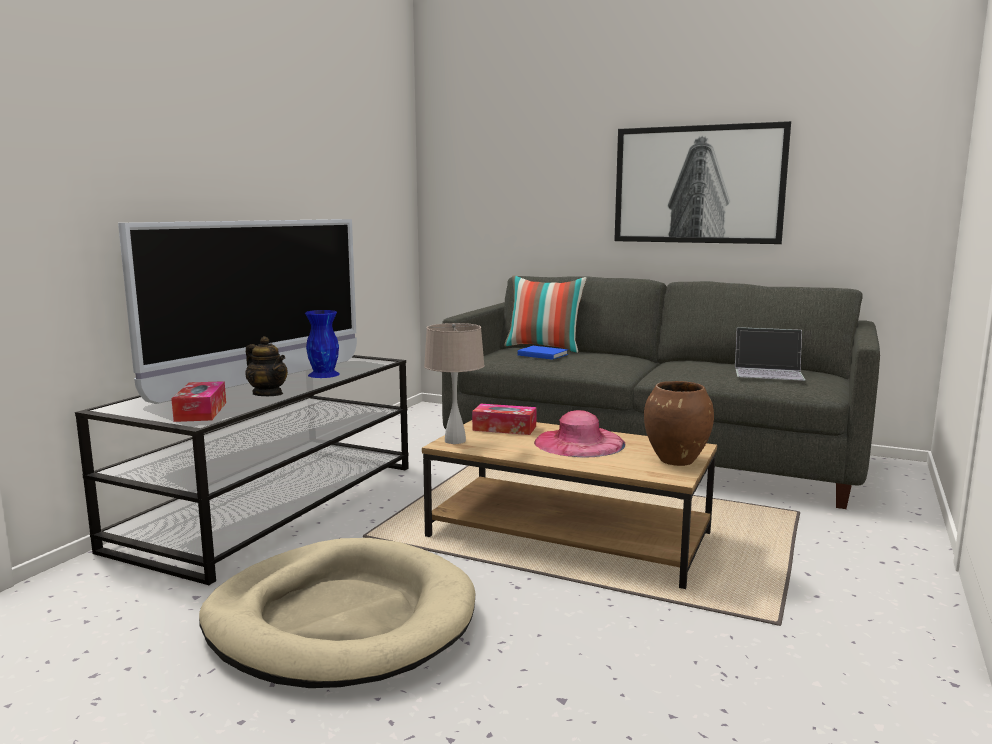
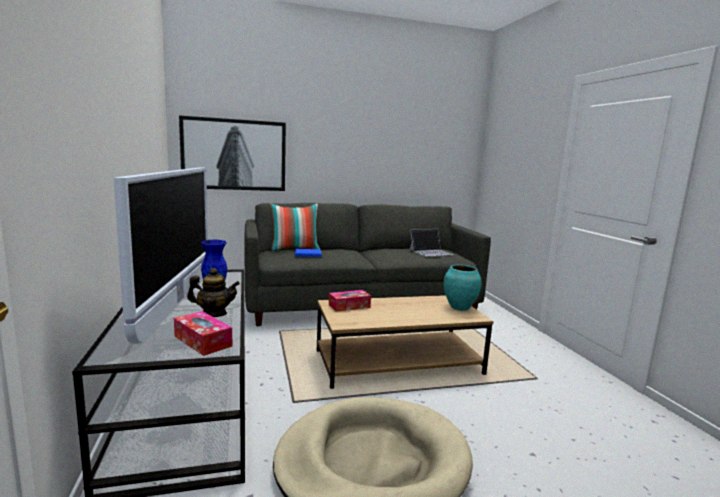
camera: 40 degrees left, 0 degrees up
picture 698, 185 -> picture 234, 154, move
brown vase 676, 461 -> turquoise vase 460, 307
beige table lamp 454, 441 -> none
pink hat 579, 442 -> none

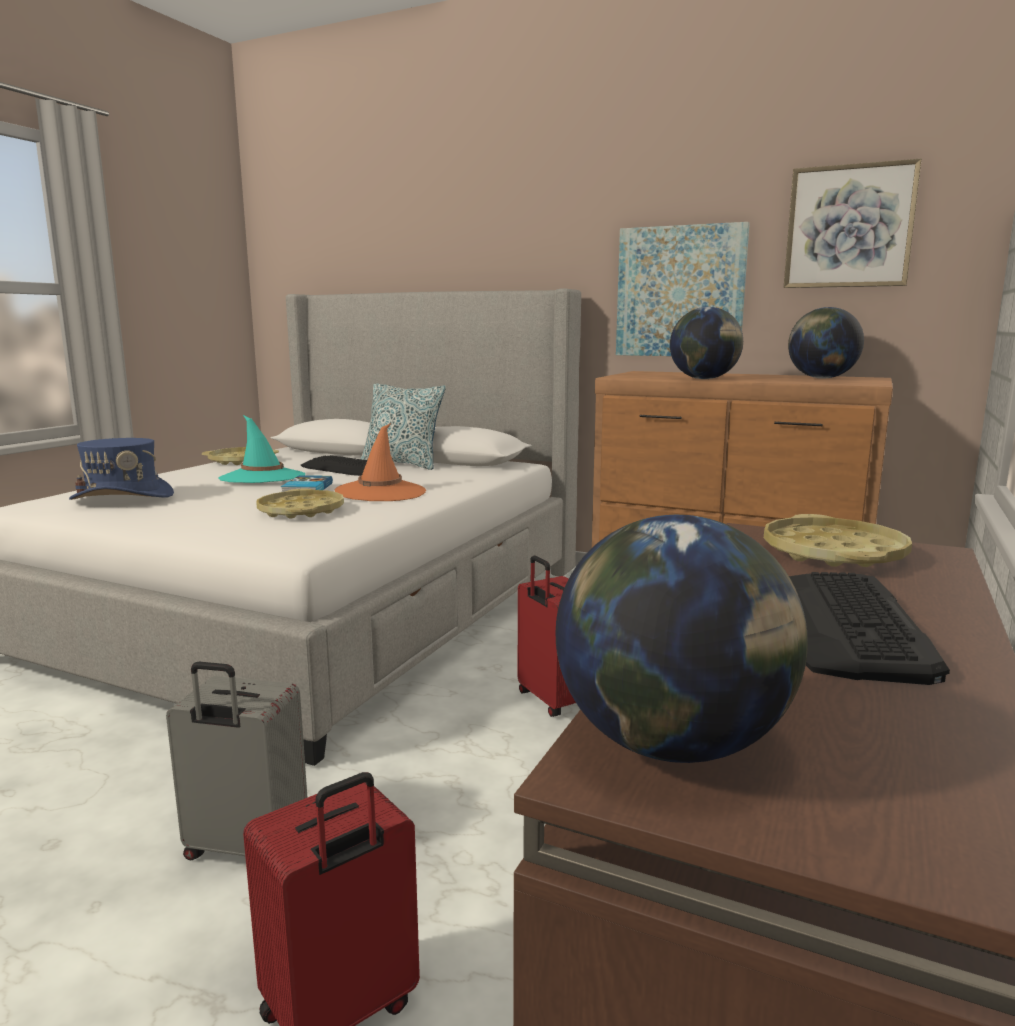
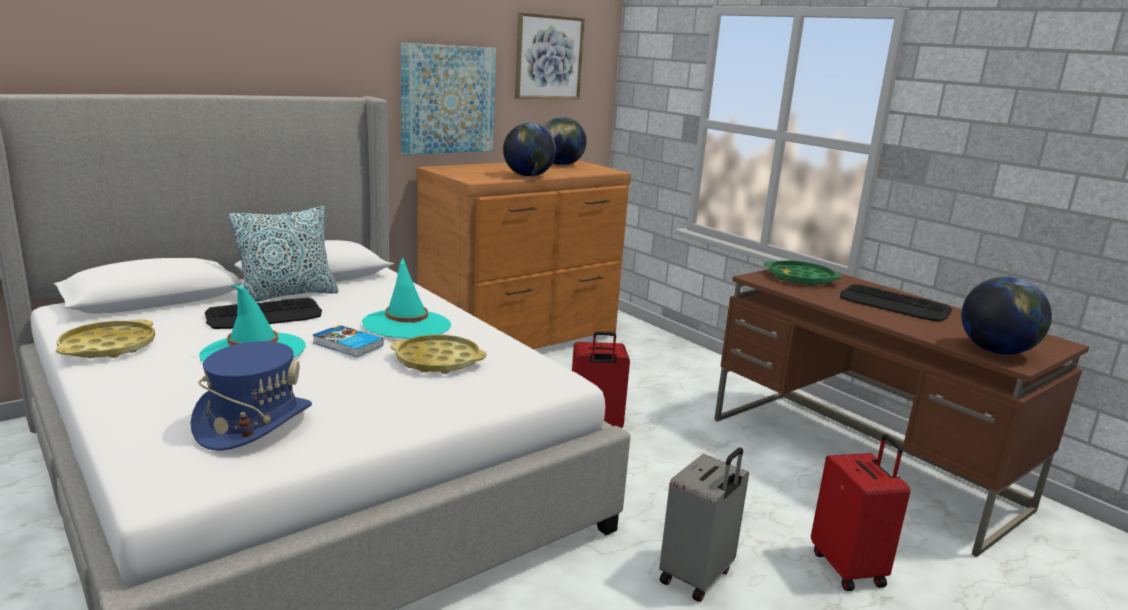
camera: 65 degrees left, 5 degrees up
orange hat 381, 492 -> turquoise hat 407, 325
yellow tray 833, 553 -> green tray 801, 279

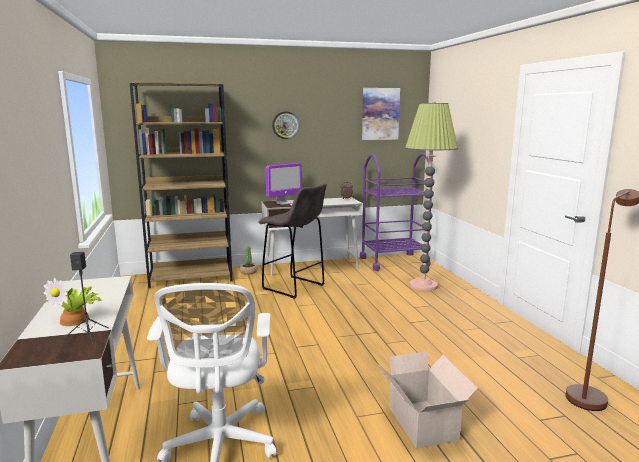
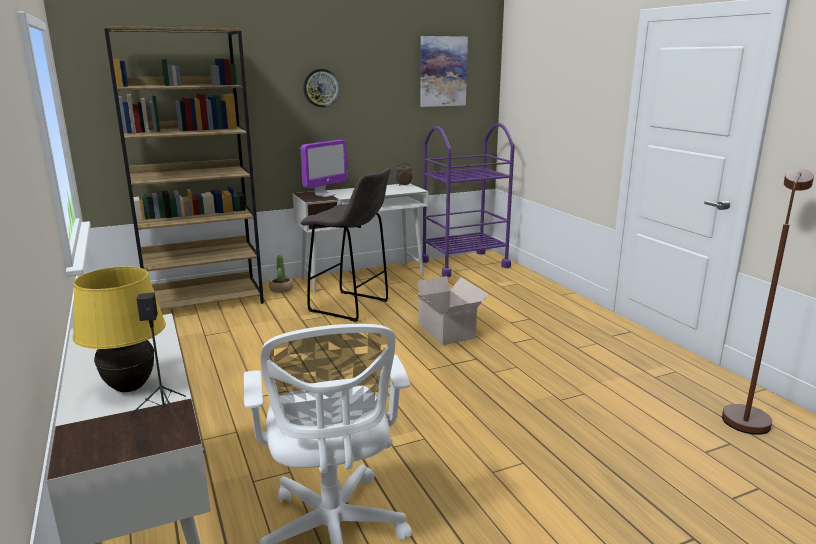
camera: 10 degrees left, 5 degrees up
potted plant 76, 319 -> yellow table lamp 130, 387
cardboard box 422, 425 -> cardboard box 446, 332, move
floor lamp 423, 285 -> none

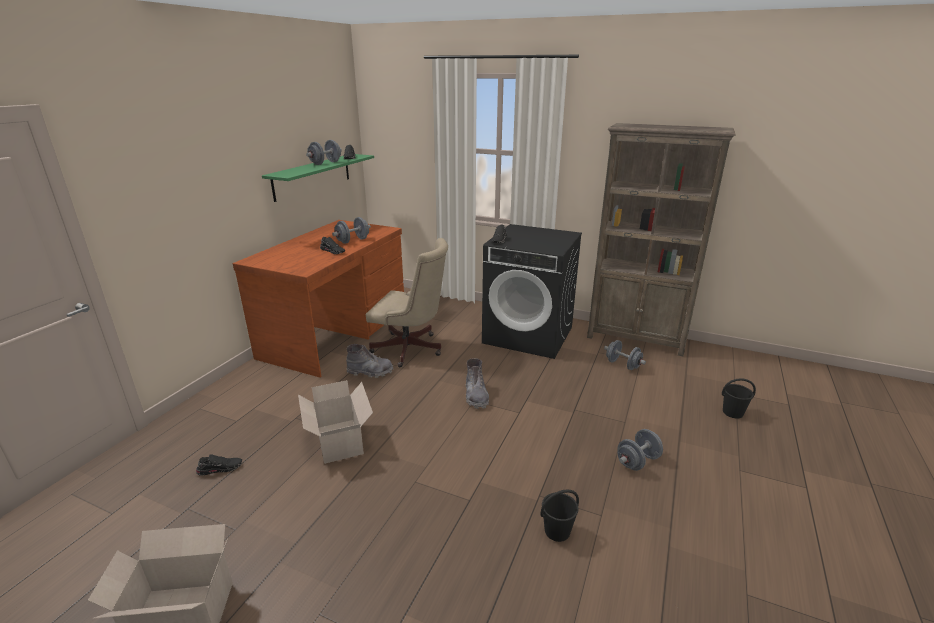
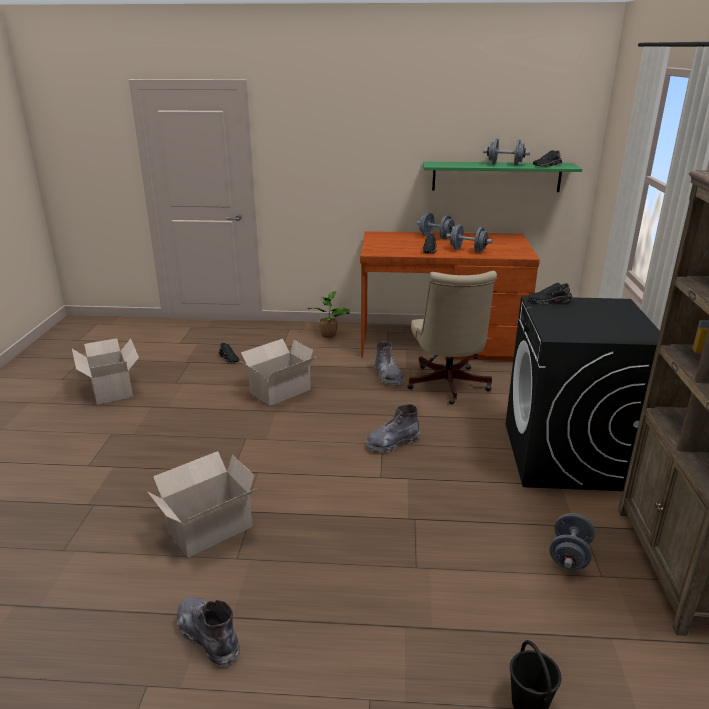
camera: 70 degrees right, 0 degrees up
black bucket 556, 531 -> cardboard box 207, 529
none -> grey boot 208, 637
none -> potted plant 328, 334
grey dumbbell 637, 461 -> grey dumbbell 436, 237, move

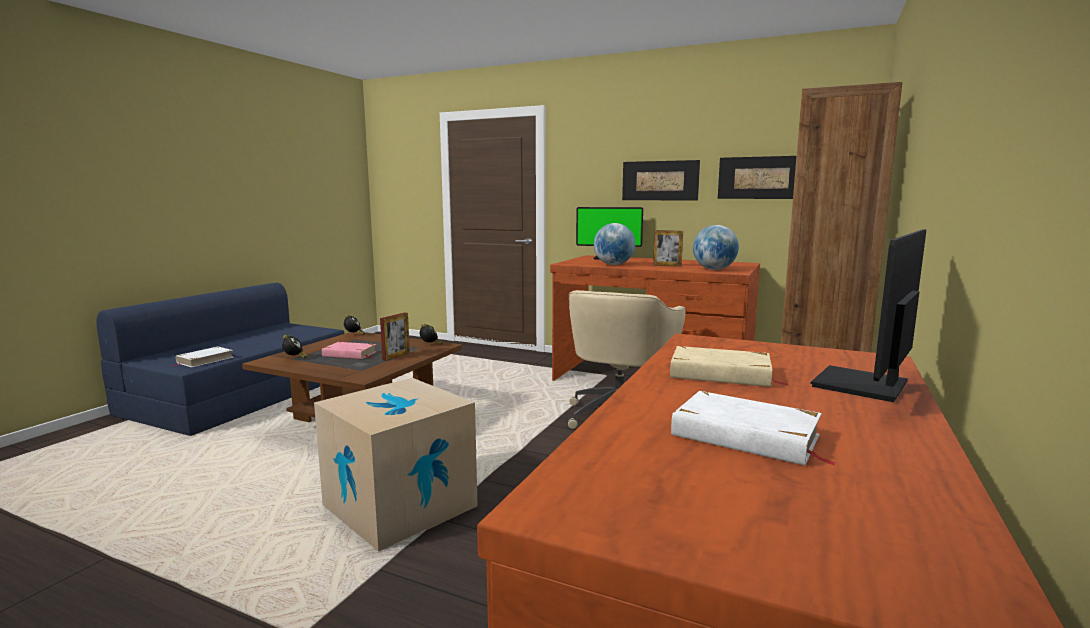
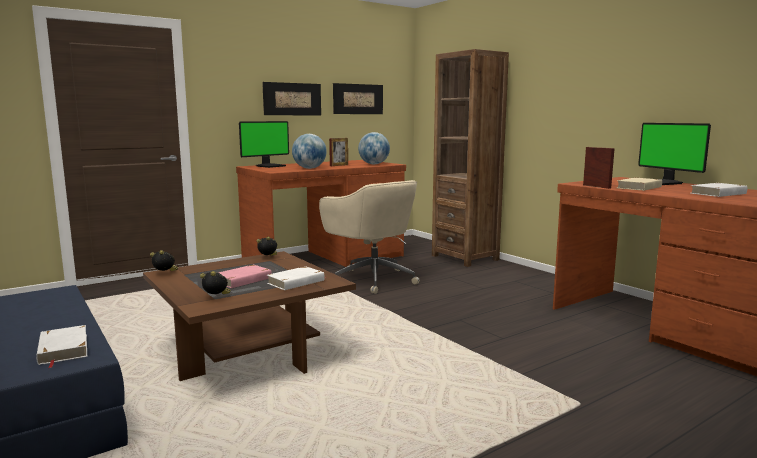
camera: 60 degrees left, 0 degrees up
none -> white book 296, 282
picture frame 396, 356 -> picture frame 596, 186, move
cardboard box 400, 506 -> none

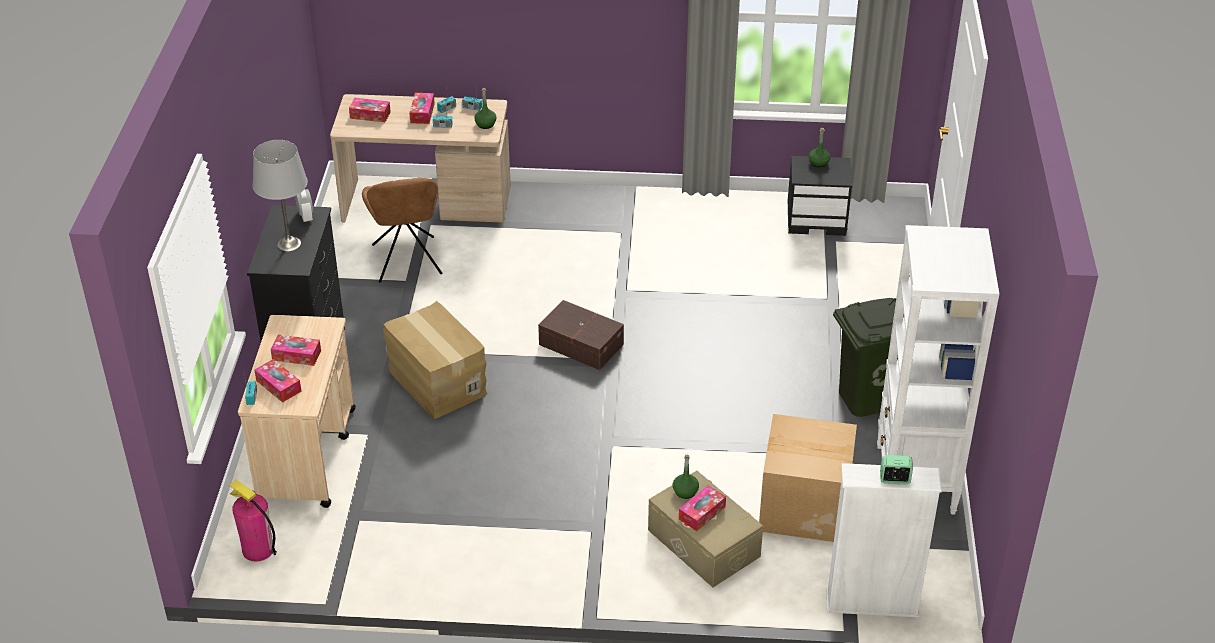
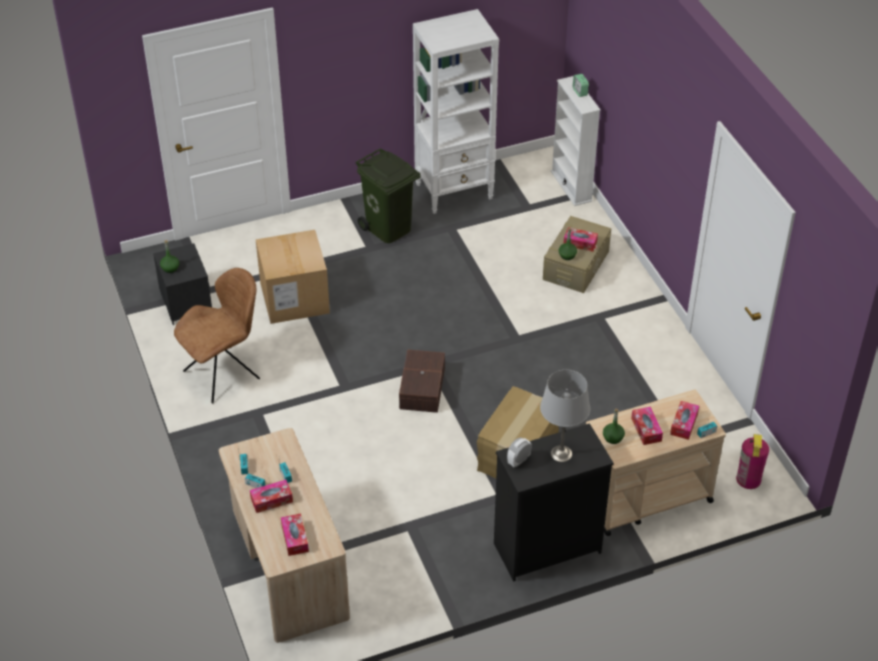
camera: 115 degrees left, 5 degrees up
brown chair 407, 261 -> brown chair 224, 373, move
cardboard box 804, 507 -> cardboard box 294, 298, move
green bottle 485, 124 -> green bottle 613, 437, move

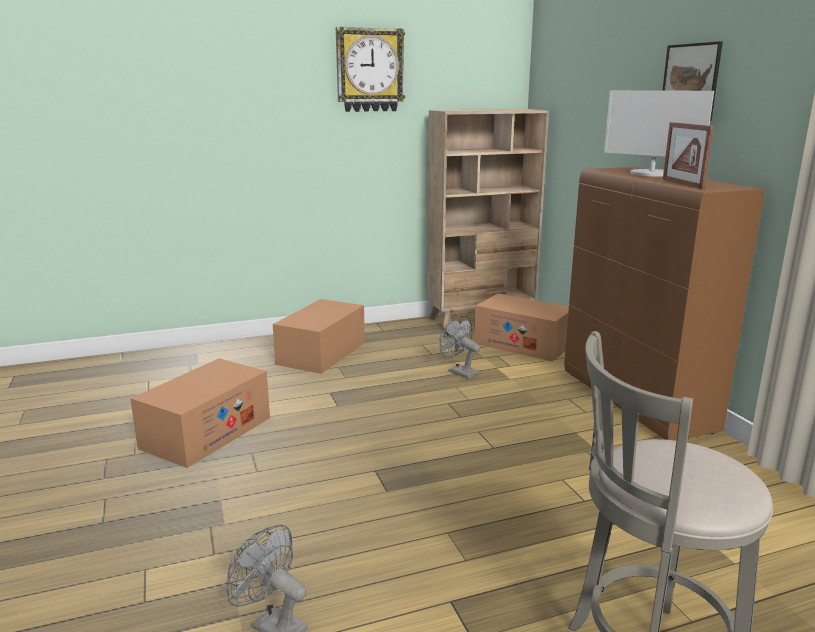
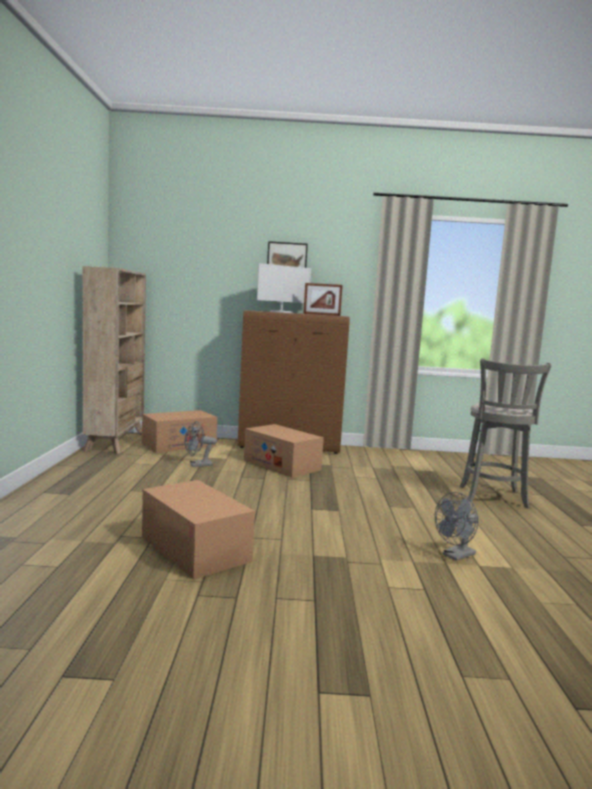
camera: 70 degrees left, 10 degrees down
cardboard box 322, 353 -> cardboard box 282, 465, move
wall clock 369, 70 -> none

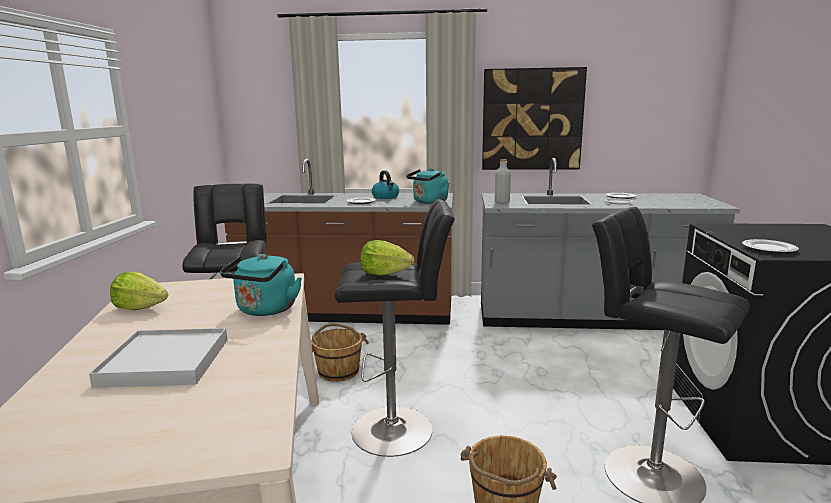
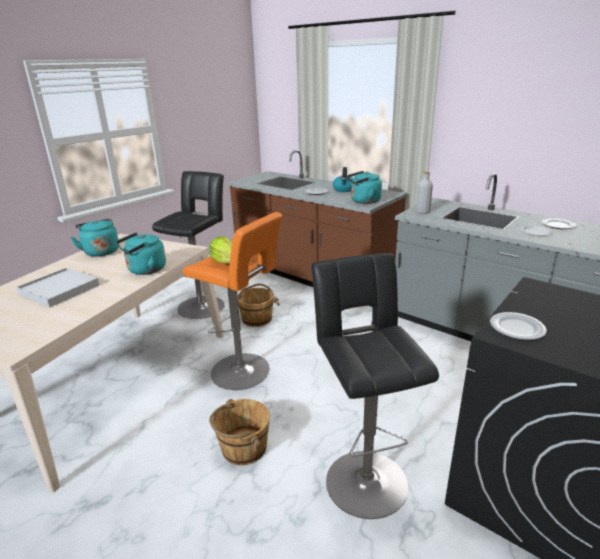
camera: 35 degrees right, 10 degrees up
lettuce 140, 308 -> turquoise kettle 101, 251
black stool 398, 429 -> orange stool 244, 372
picture 532, 119 -> none

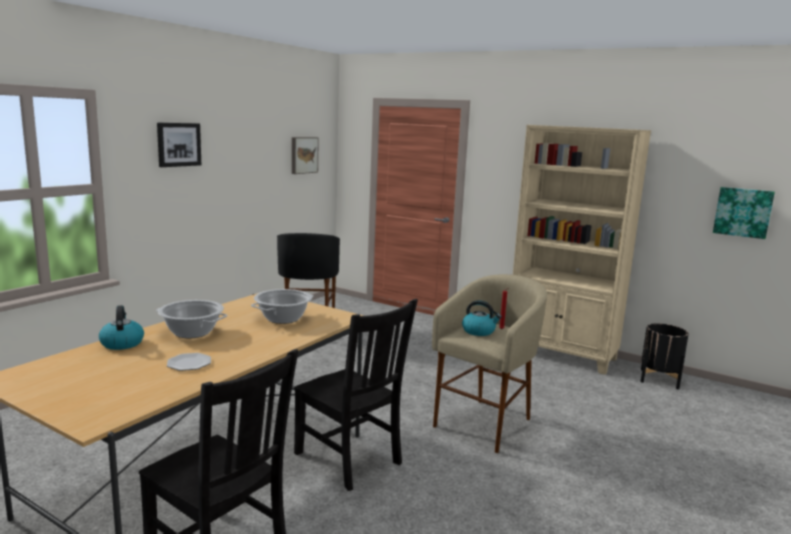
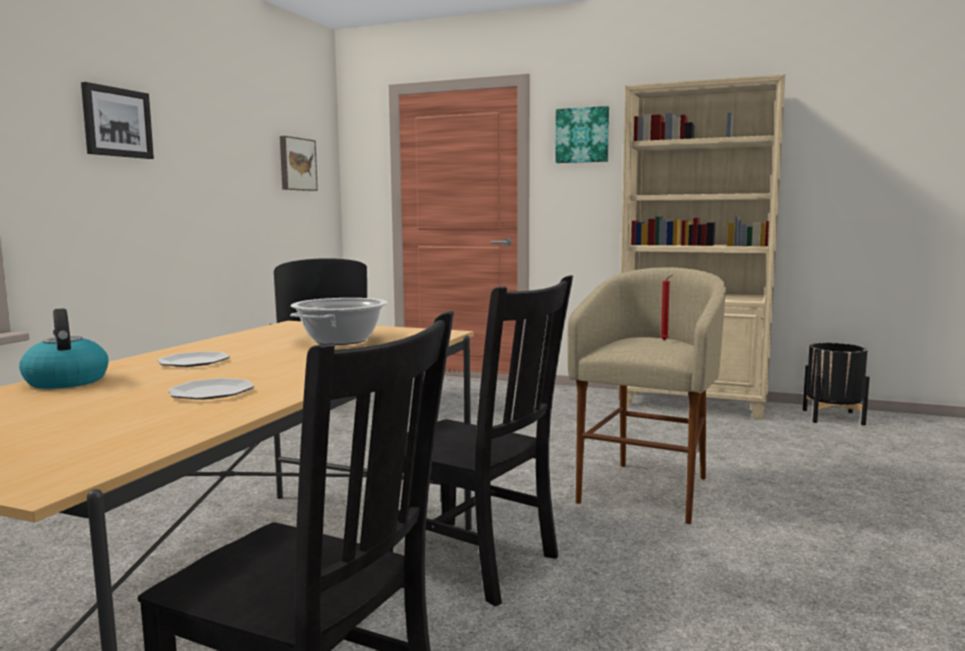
camera: 10 degrees left, 5 degrees down
cooking pot 192, 332 -> plate 194, 362
picture 743, 212 -> picture 582, 135, move
kettle 479, 331 -> none

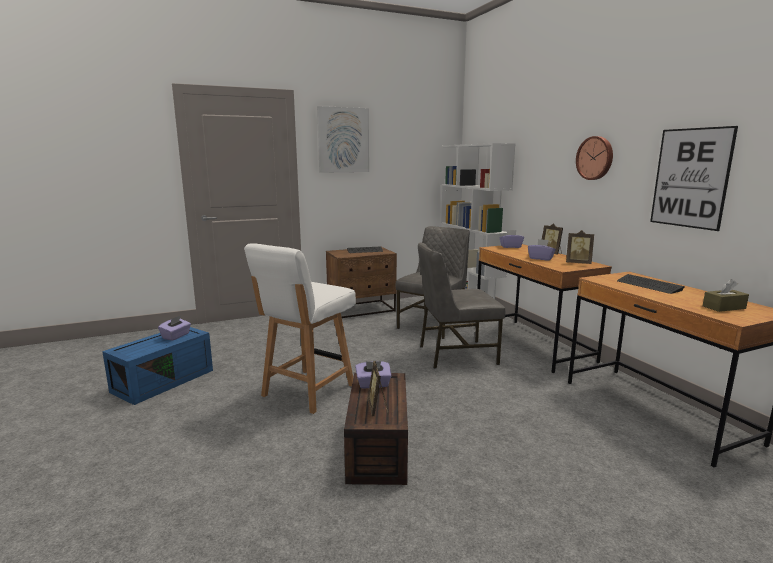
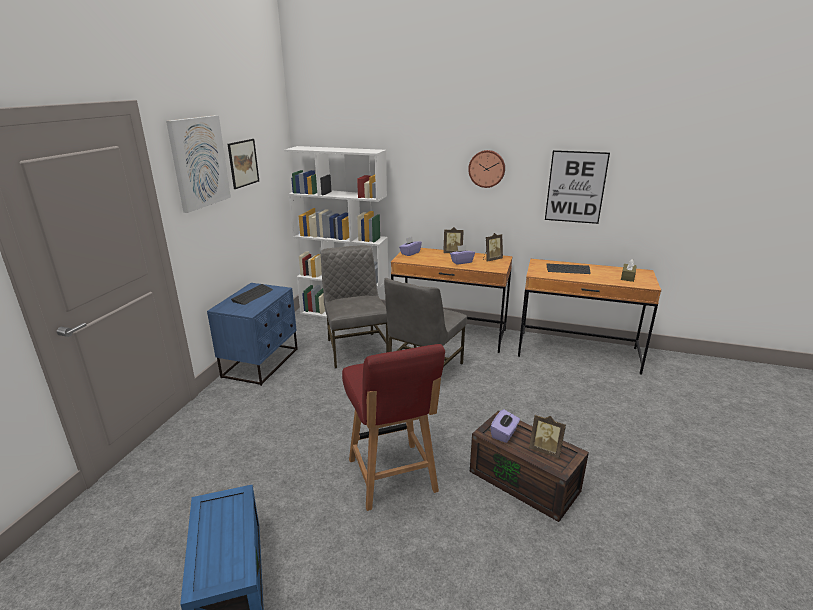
camera: 50 degrees left, 10 degrees up
brown nightstand 362, 310 -> blue nightstand 262, 363
none -> picture 243, 163
white chair 307, 391 -> red chair 392, 477
purple tissue box 176, 336 -> none

